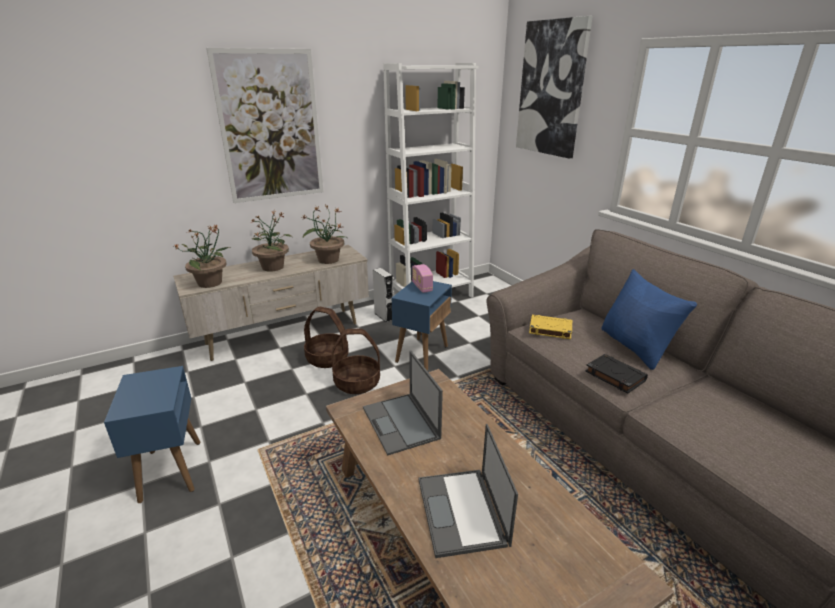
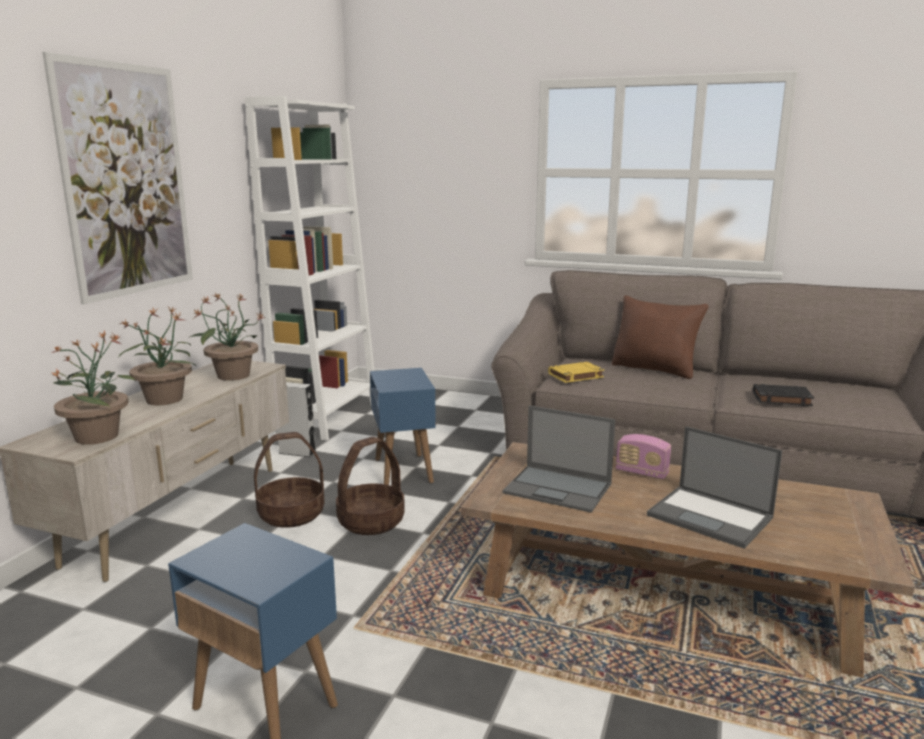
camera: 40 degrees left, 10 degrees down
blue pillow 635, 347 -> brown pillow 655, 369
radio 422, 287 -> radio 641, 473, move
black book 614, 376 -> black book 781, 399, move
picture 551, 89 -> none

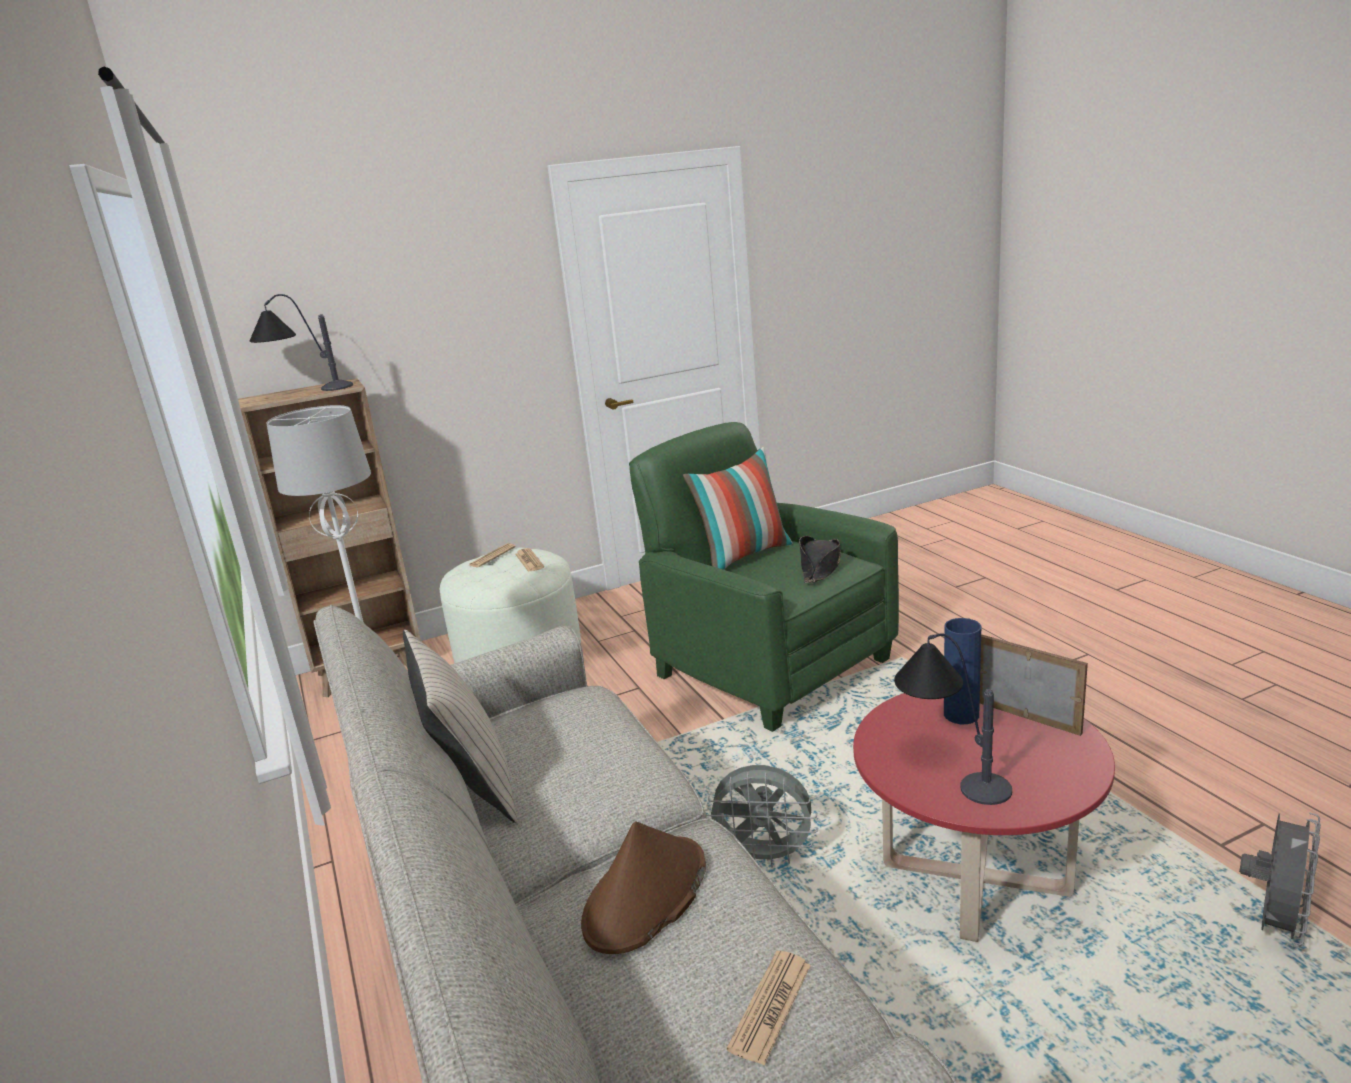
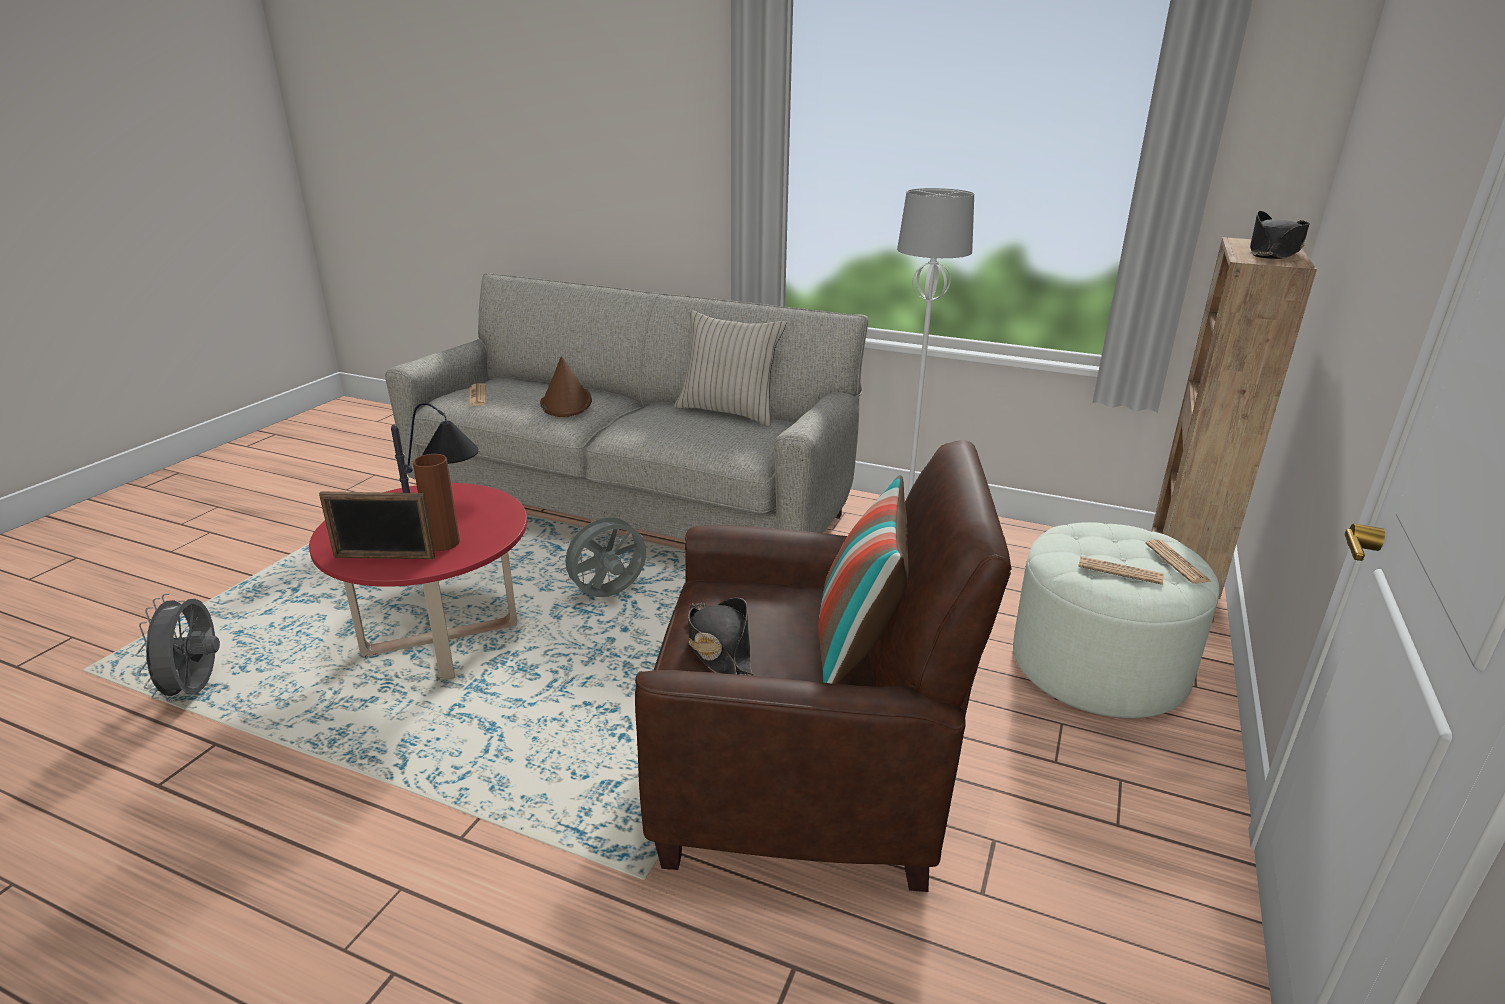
camera: 135 degrees right, 5 degrees up
blue vase 961, 715 -> brown vase 443, 543
green armchair 769, 666 -> brown armchair 805, 777
table lamp 305, 390 -> black hat 1273, 252

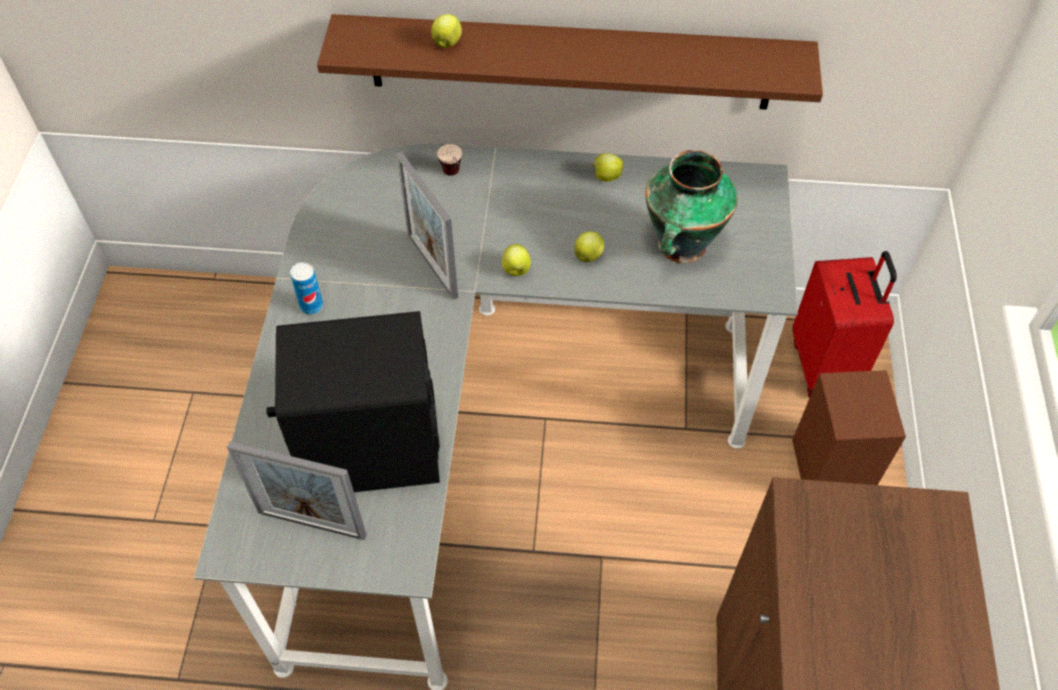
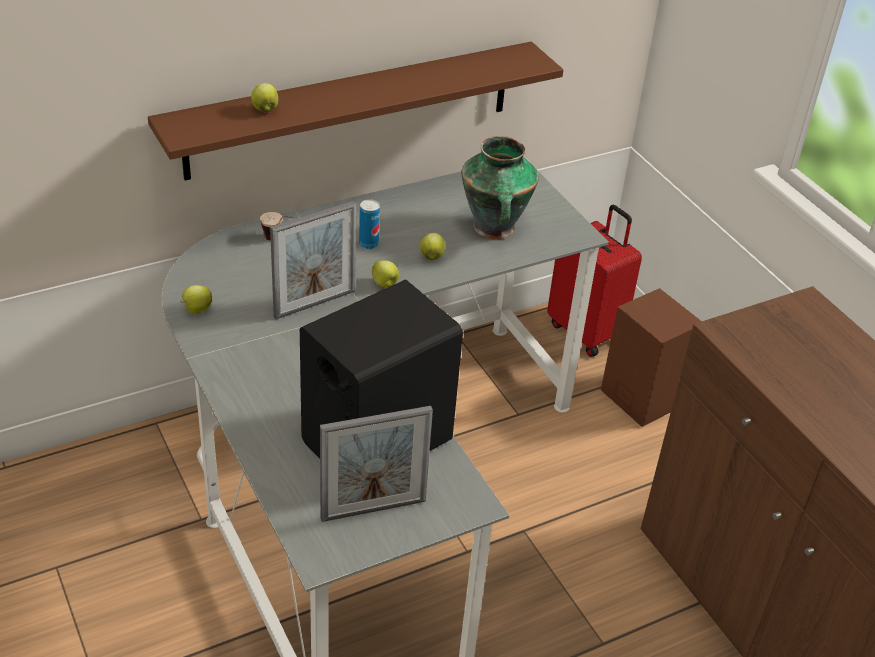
camera: 35 degrees left, 15 degrees down
apple 606, 177 -> apple 196, 310, move
picture frame 432, 265 -> picture frame 314, 304, 60 degrees counterclockwise
can 311, 306 -> can 368, 244, move

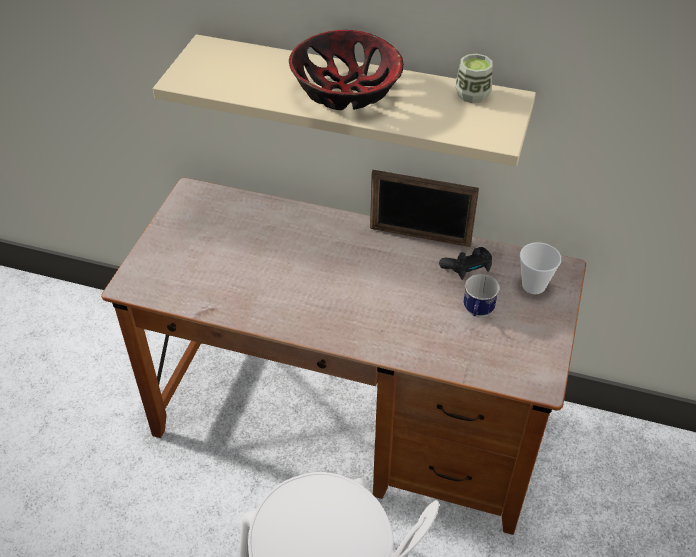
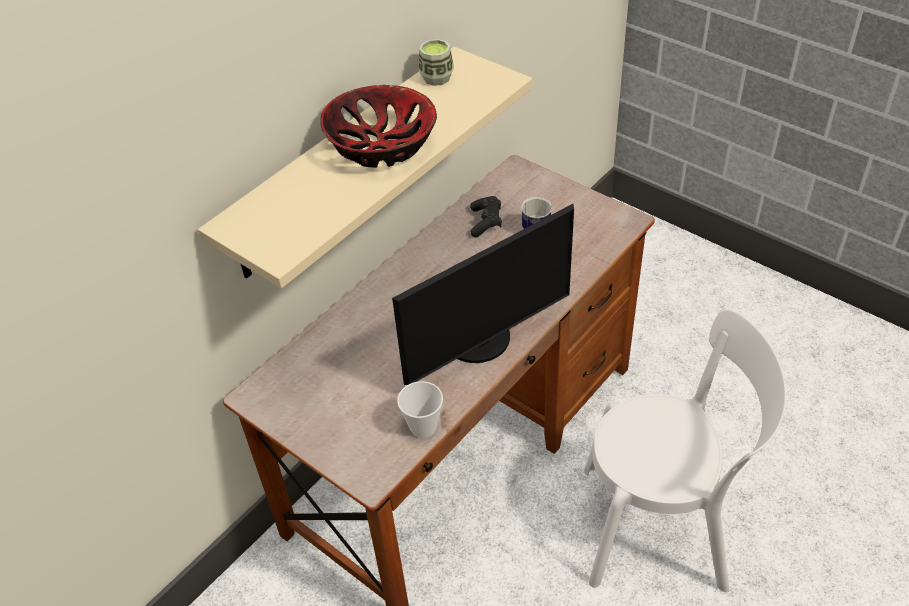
camera: 65 degrees left, 0 degrees up
none -> monitor 481, 341
cup 533, 285 -> cup 423, 427, move
picture frame 419, 236 -> none

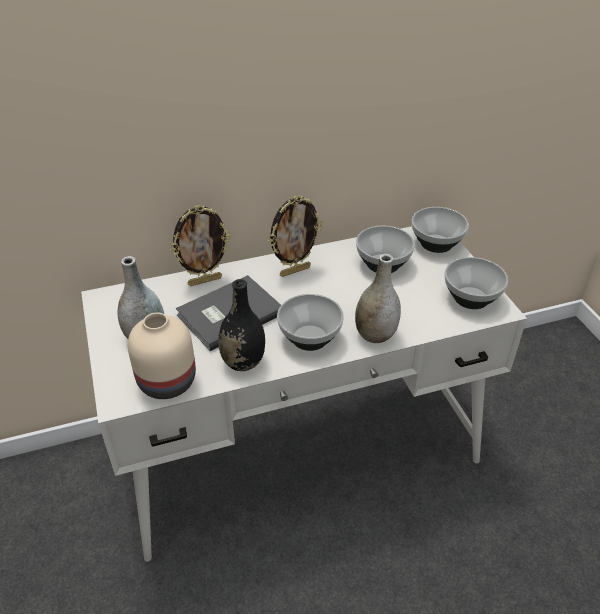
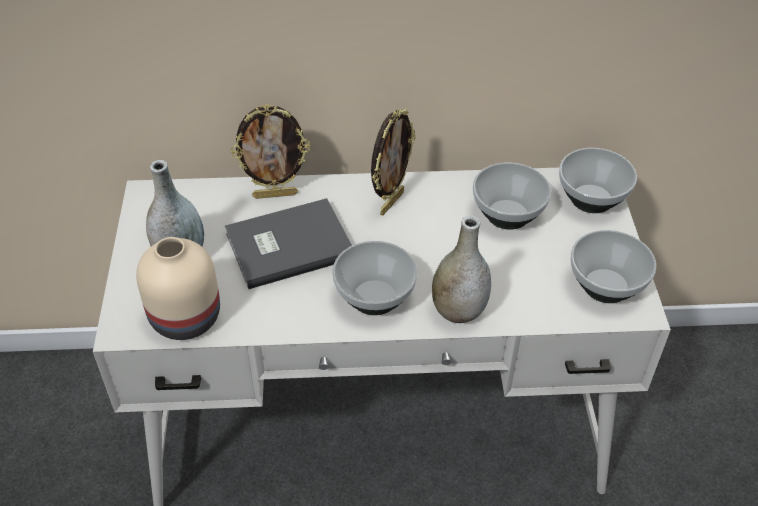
camera: 15 degrees right, 5 degrees up
picture frame 295, 271 -> picture frame 390, 202, 45 degrees counterclockwise
black vase 243, 362 -> none

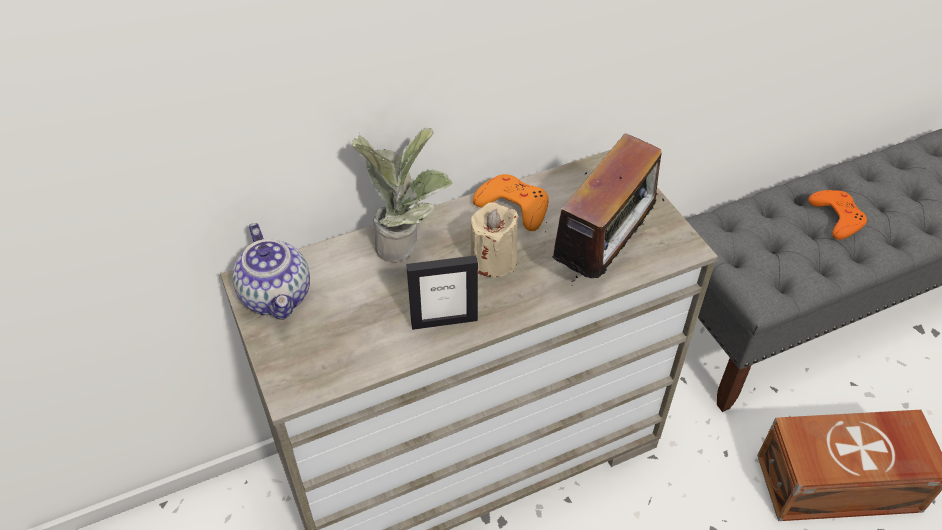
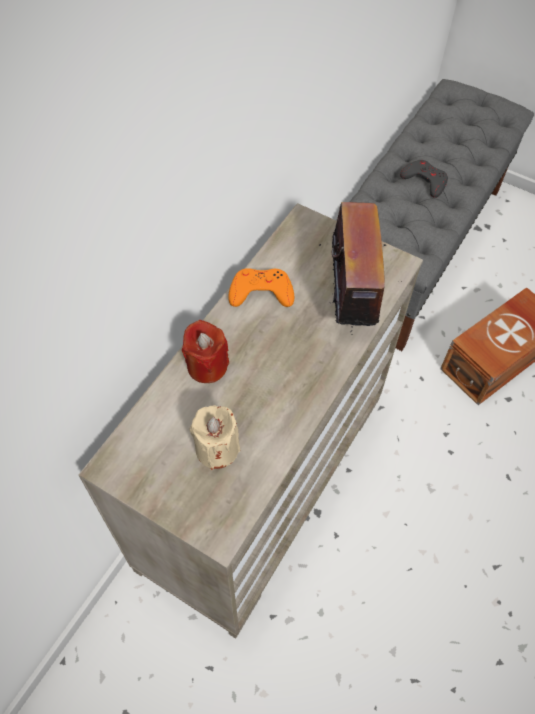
camera: 35 degrees left, 10 degrees up
potted plant 406, 243 -> red candle 207, 366
beige candle 493, 260 -> beige candle 217, 448, move
orange game controller 836, 217 -> grey game controller 424, 181
teapot 277, 296 -> none
picture frame 444, 321 -> none

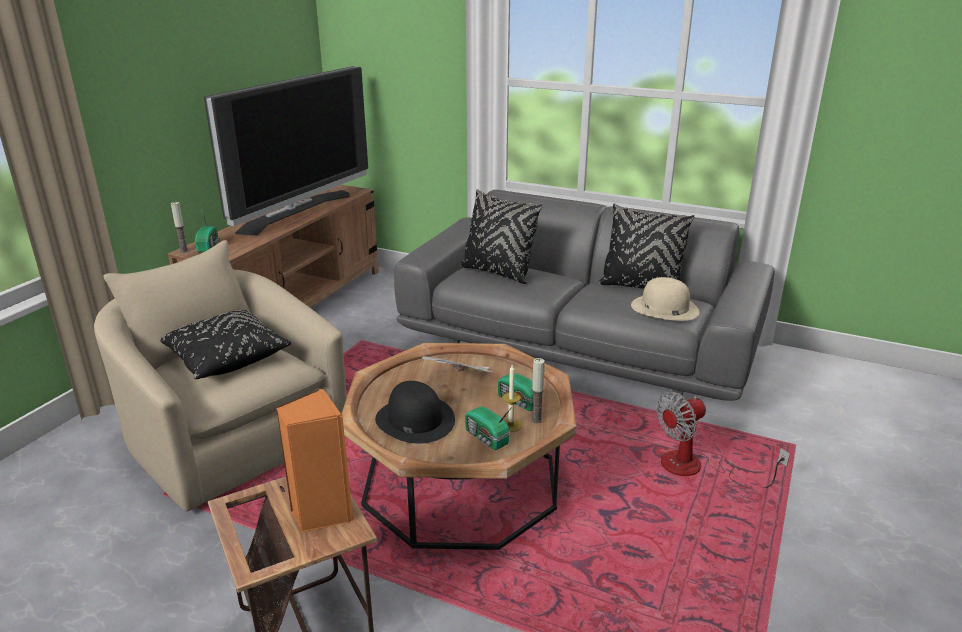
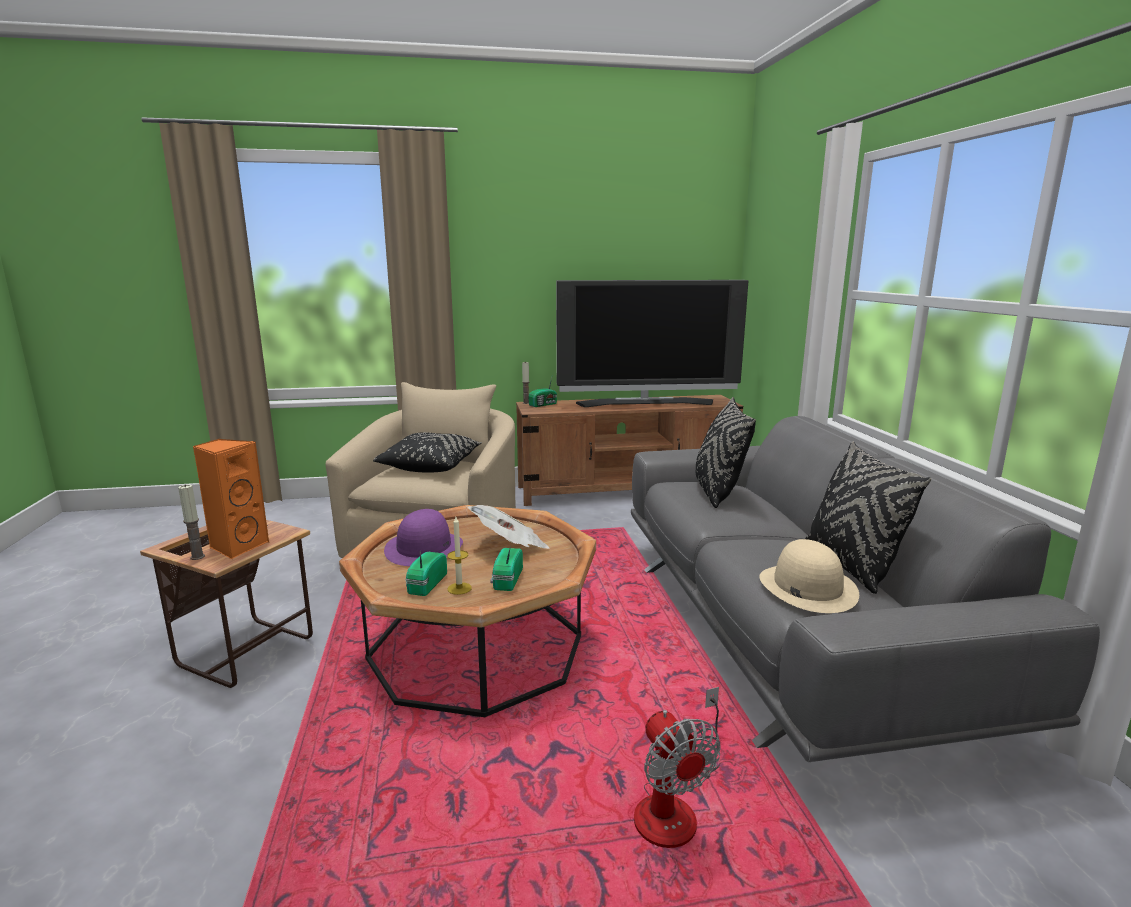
camera: 55 degrees right, 10 degrees down
candle 536, 419 -> candle 197, 557, move
black hat 414, 420 -> purple hat 424, 548
fan 696, 468 -> fan 674, 806, 135 degrees counterclockwise

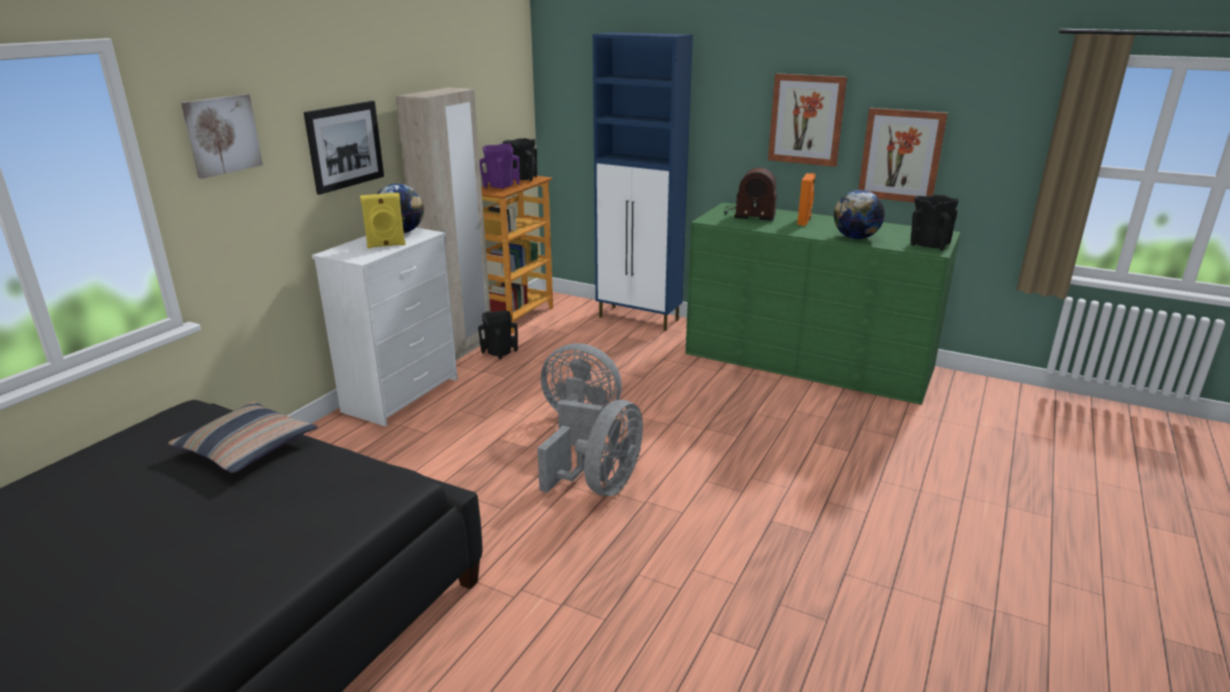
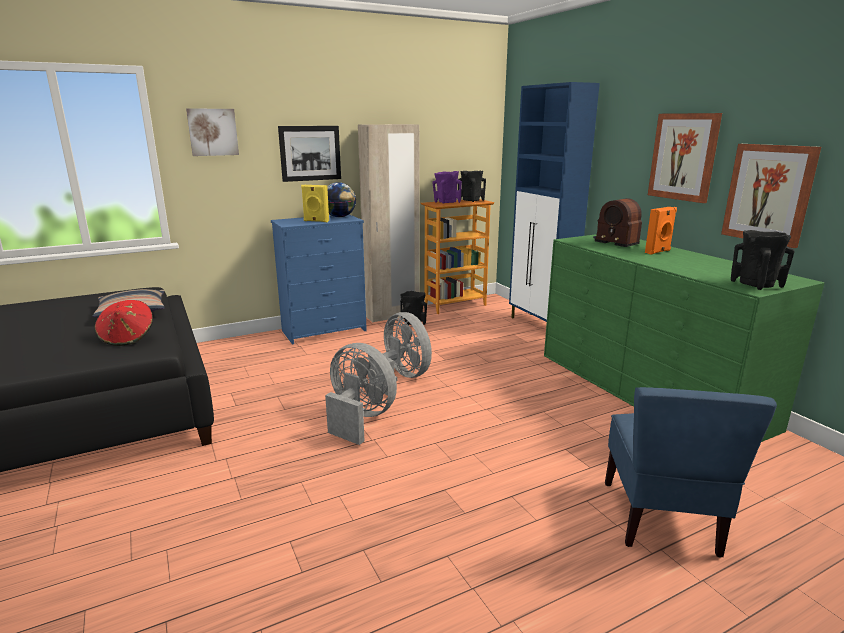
camera: 35 degrees right, 5 degrees down
none -> red hat 127, 338
white dresser 402, 395 -> blue dresser 325, 331
grey fan 601, 486 -> grey fan 359, 419, 120 degrees counterclockwise
none -> blue chair 661, 518
globe 855, 238 -> none

